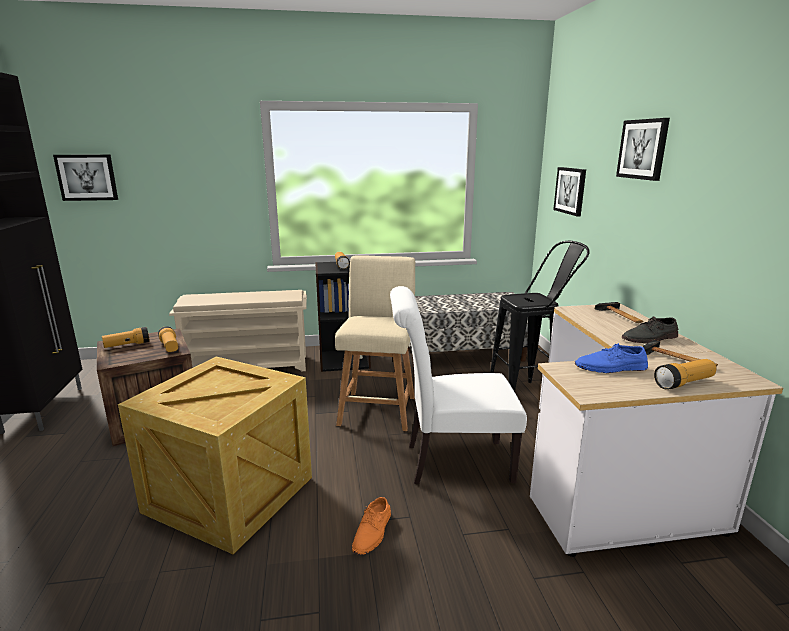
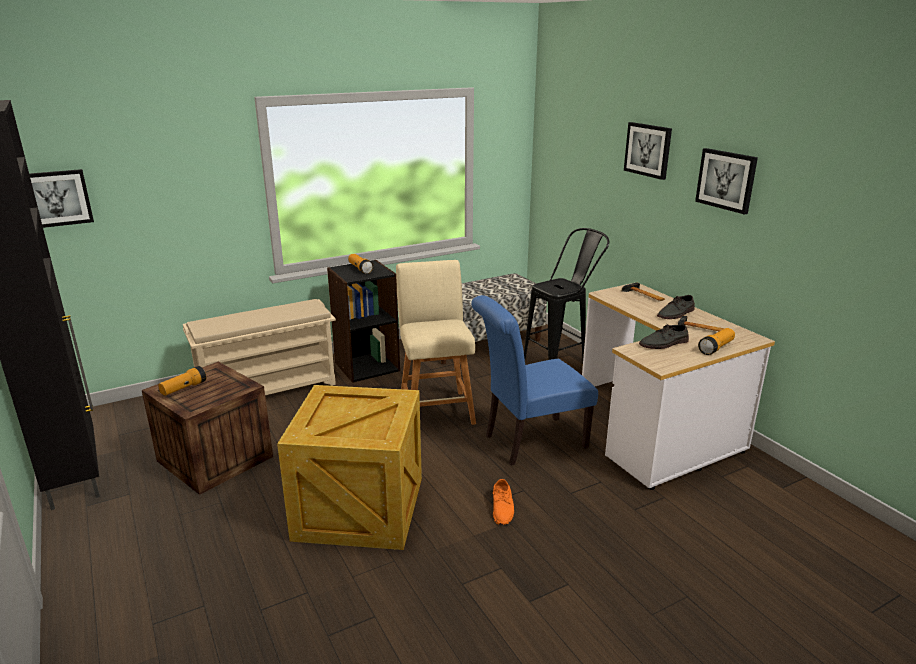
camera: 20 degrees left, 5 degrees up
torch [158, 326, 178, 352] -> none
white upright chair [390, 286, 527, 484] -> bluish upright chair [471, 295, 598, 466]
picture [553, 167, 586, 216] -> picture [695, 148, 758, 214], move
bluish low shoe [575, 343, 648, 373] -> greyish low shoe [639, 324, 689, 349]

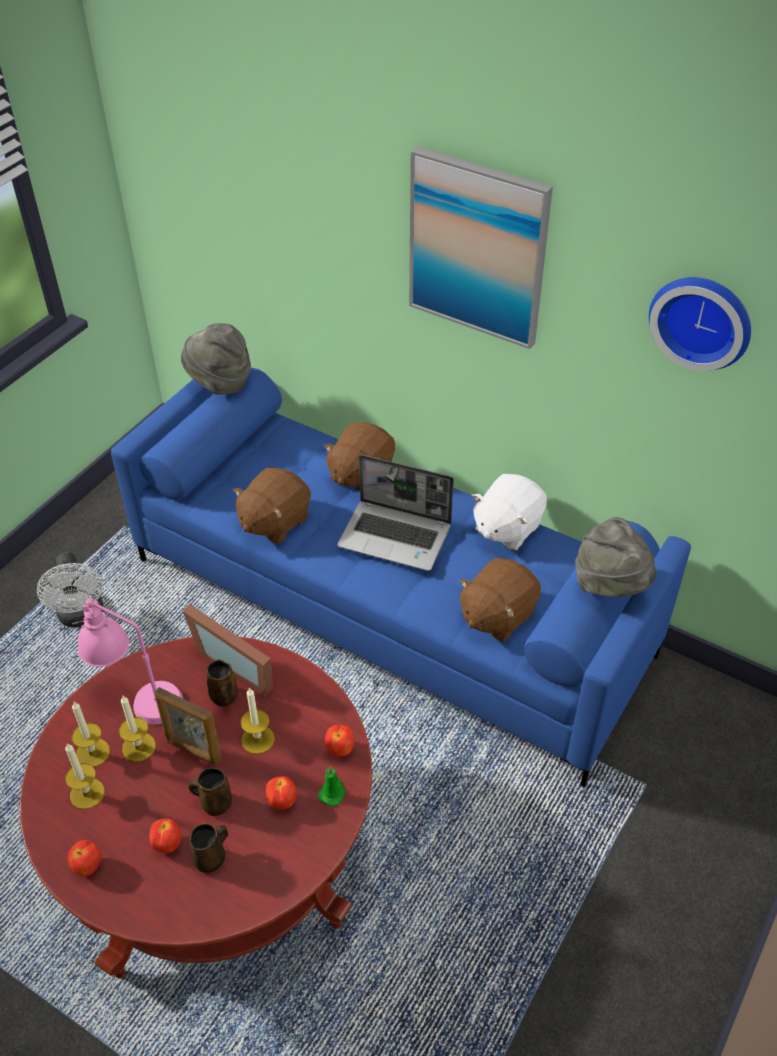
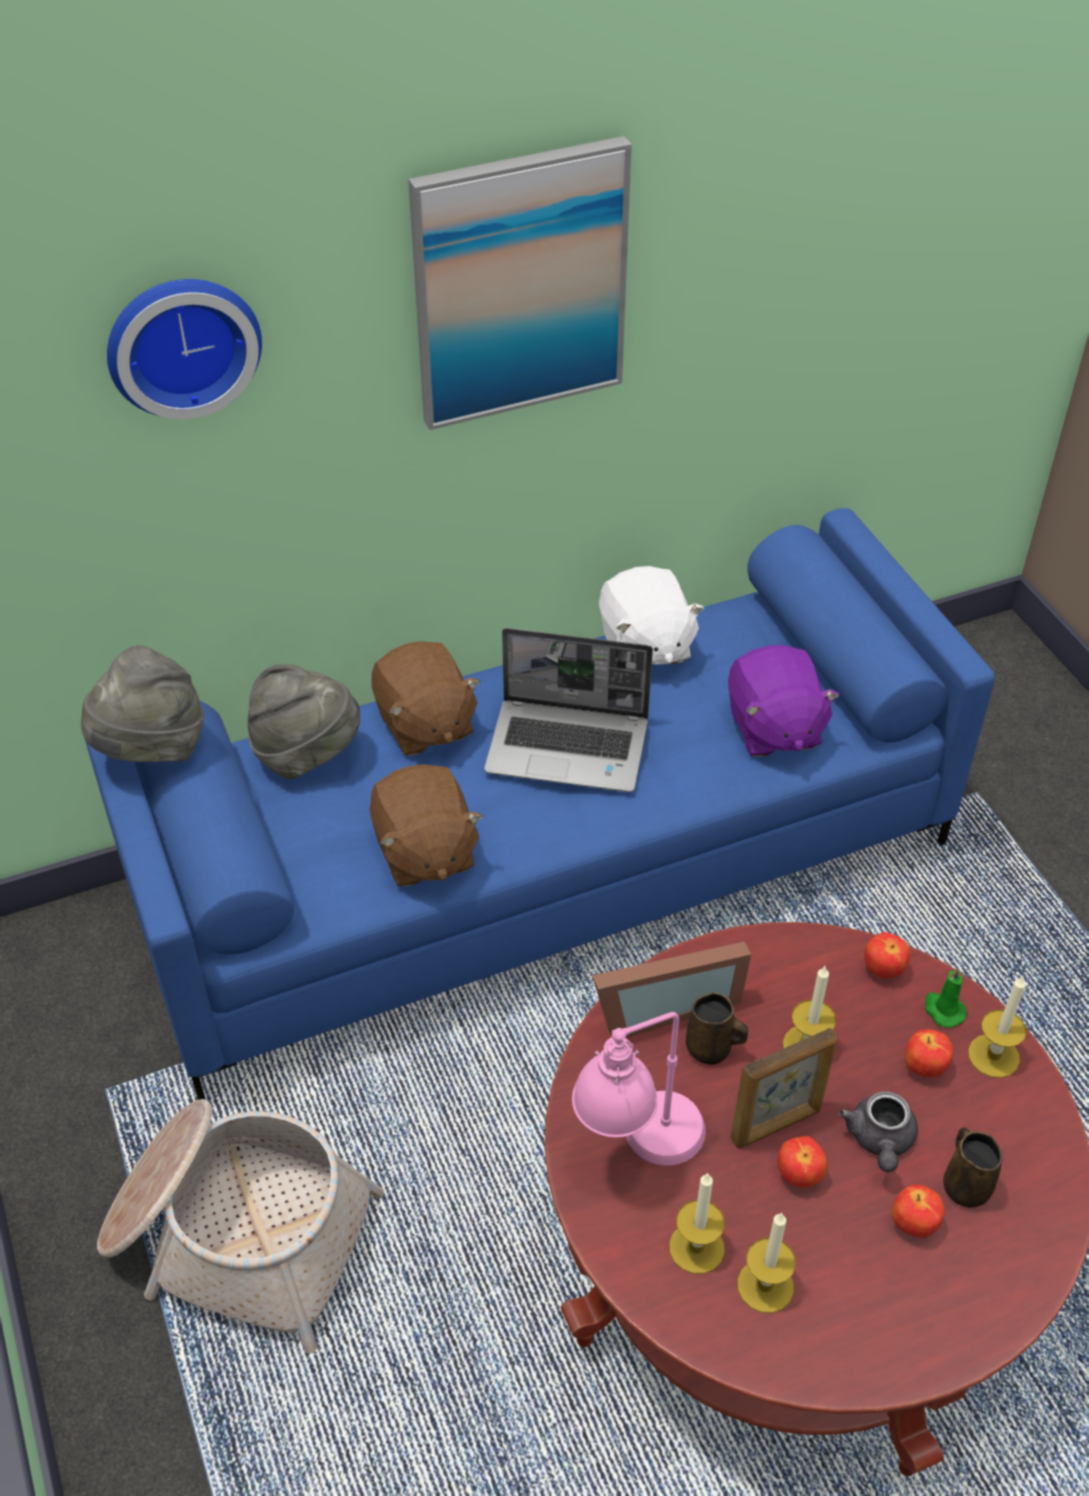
camera: 55 degrees left, 0 degrees up
white fan [37, 552, 103, 628] -> basket [97, 1099, 384, 1354]
whole apple [67, 840, 102, 876] -> whole apple [777, 1136, 827, 1188], move
candle [119, 696, 156, 762] -> candle [968, 976, 1027, 1078], move
brown coffee mug [188, 768, 232, 816] -> greyish teapot [839, 1091, 918, 1172]
portable computer [337, 455, 454, 571] -> portable computer [484, 628, 653, 792], 45 degrees clockwise
brown cuddly toy [459, 558, 541, 642] -> purple-coloured cuddly toy [728, 645, 840, 757]
greyish wearable hat [575, 517, 656, 597] -> greyish wearable hat [248, 664, 360, 780], move
clock on the wall [649, 277, 751, 371] -> clock on the wall [107, 279, 262, 419], move

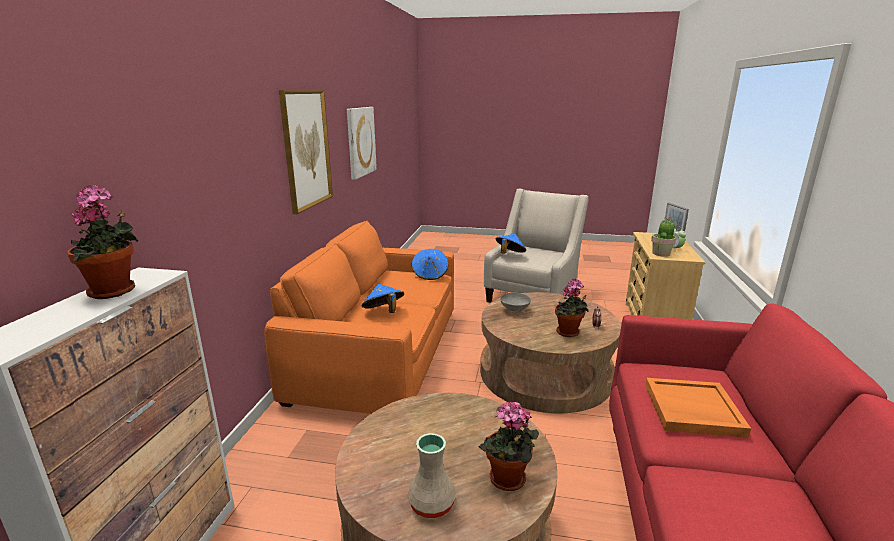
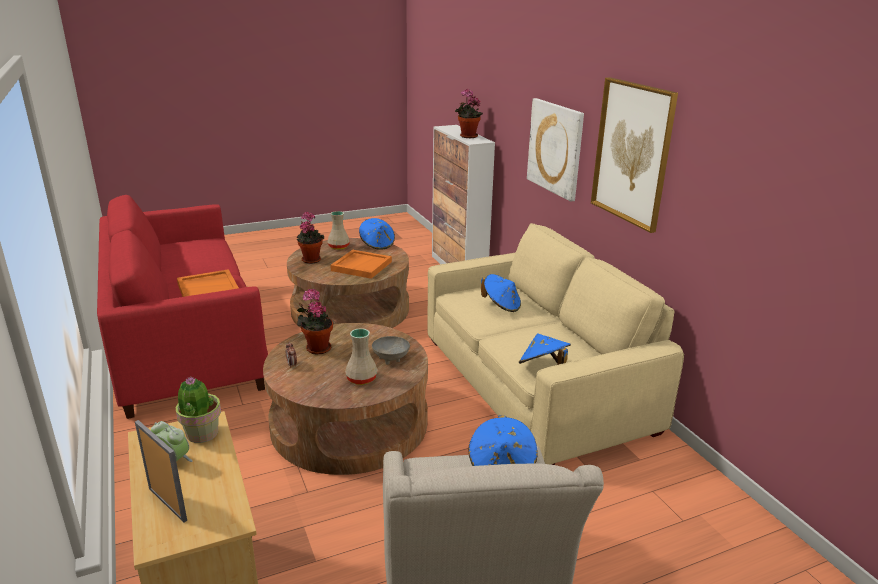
camera: 145 degrees right, 5 degrees up
orange-coloured sofa [264, 221, 454, 414] -> beige-coloured sofa [427, 223, 684, 465]
picture [347, 107, 377, 180] -> picture [527, 98, 584, 202], move
none -> orange-coloured tray [330, 250, 392, 279]
none -> beige-coloured flower vase [345, 328, 378, 385]
none -> bluish wearable hat [359, 218, 395, 250]

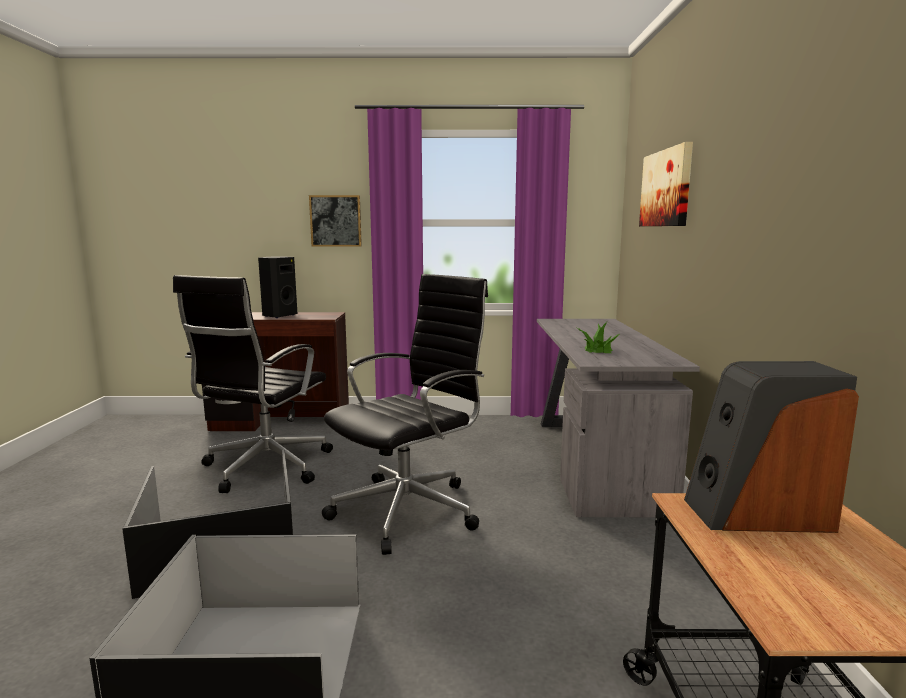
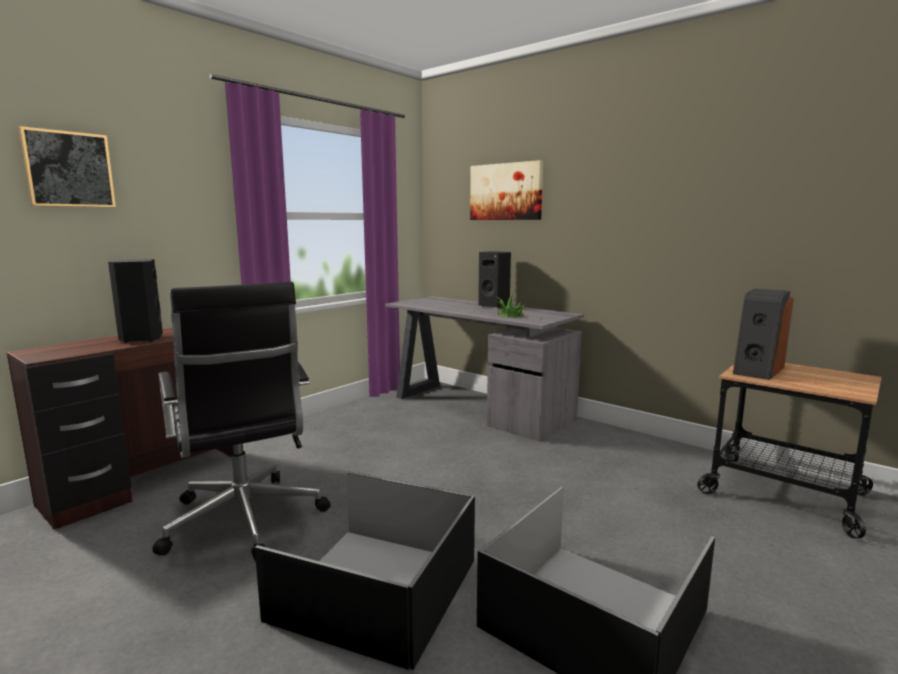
camera: 50 degrees left, 0 degrees up
picture [309, 195, 362, 247] -> picture [19, 126, 116, 207], move
black-coloured computer chair [322, 274, 488, 555] -> none
none -> black-coloured audio speaker [478, 251, 511, 308]

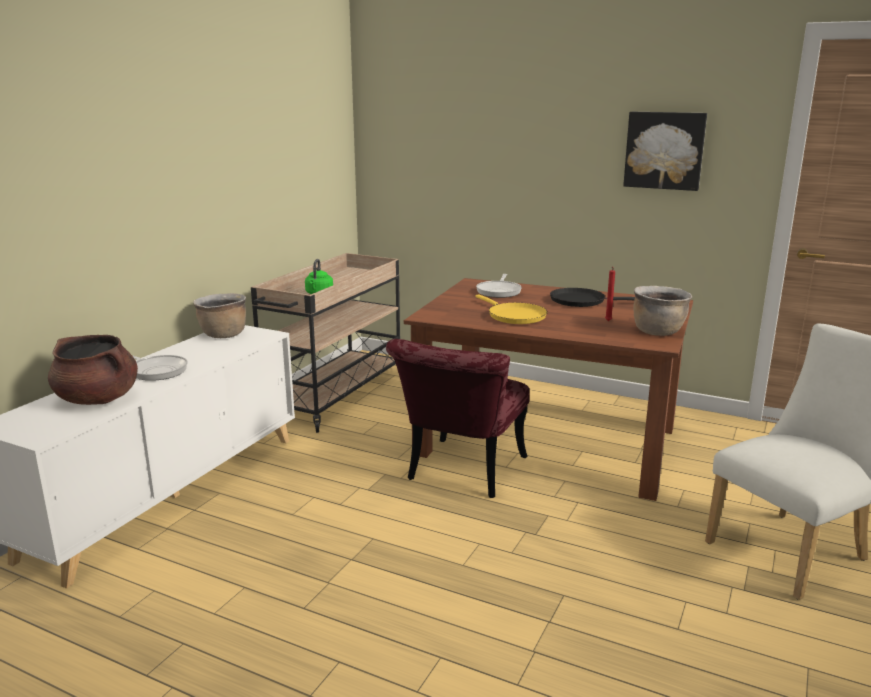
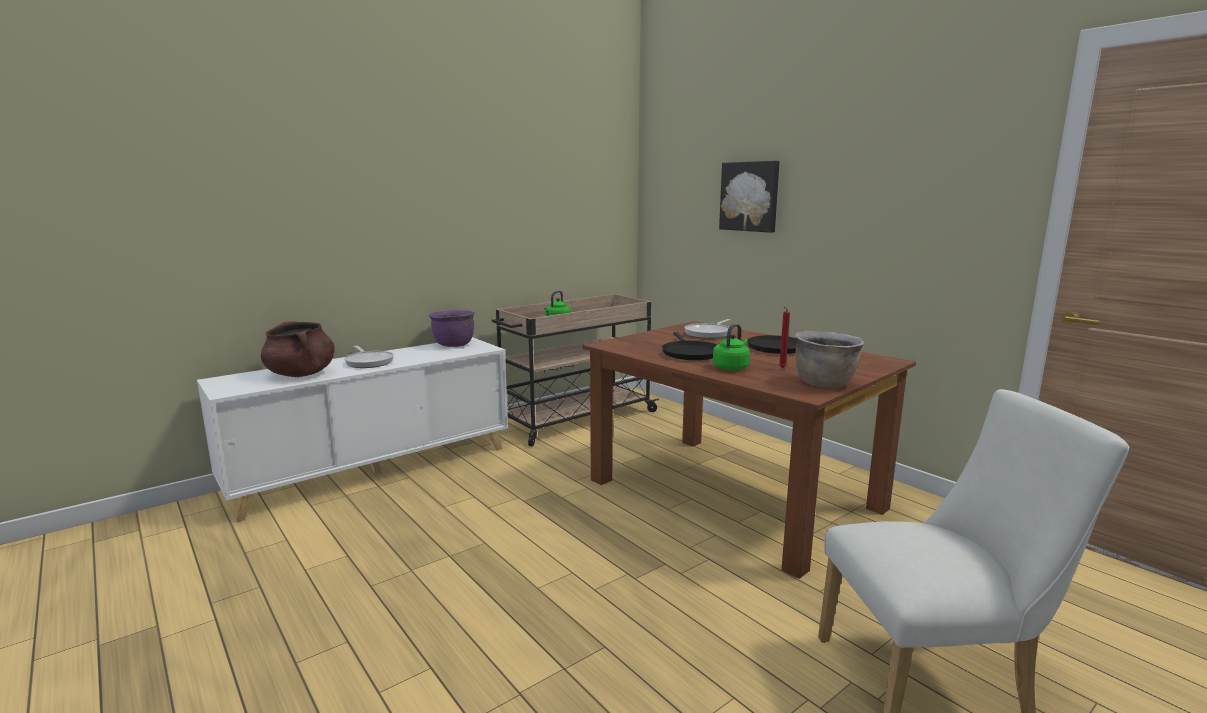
camera: 25 degrees right, 5 degrees down
brown cooking pot [193, 293, 246, 338] -> purple-coloured cooking pot [429, 310, 474, 347]
red-coloured upright chair [386, 339, 530, 498] -> none
yellow skillet [476, 295, 547, 324] -> black-coloured skillet [662, 332, 717, 360]
picture [623, 112, 707, 191] -> picture [719, 161, 779, 233], move
none -> green-coloured kettle [713, 324, 750, 371]

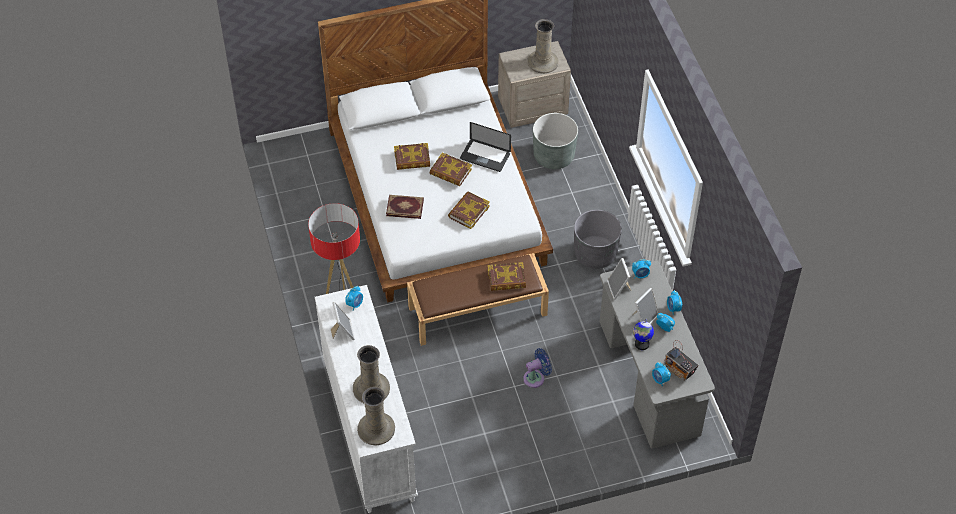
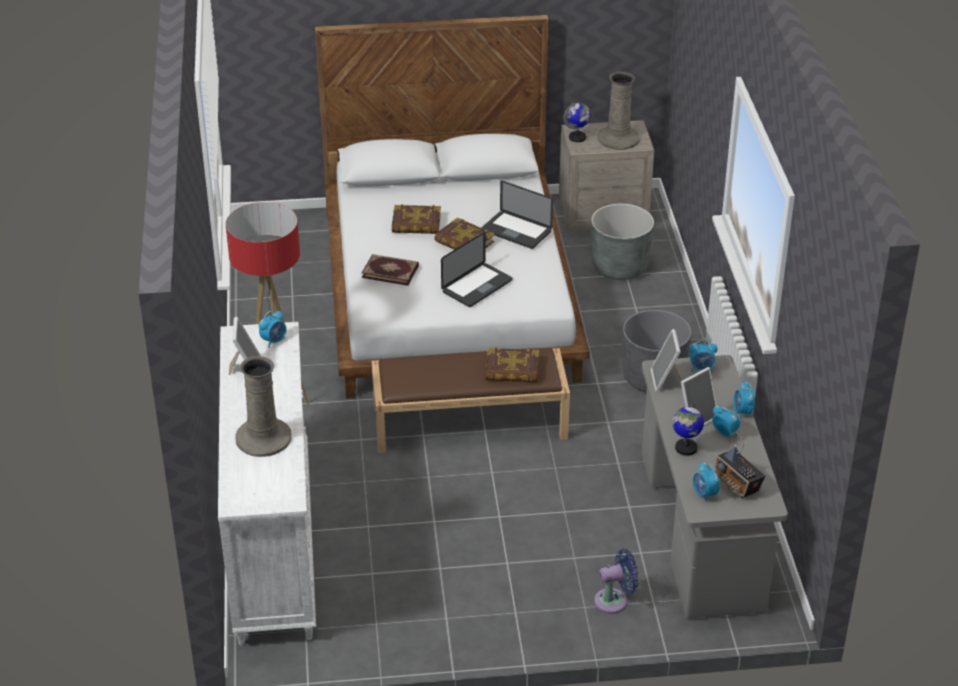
camera: 10 degrees right, 15 degrees down
beige-coloured flower vase [357, 387, 395, 445] -> none
book [448, 191, 490, 229] -> portable computer [441, 232, 512, 307]
bluish fan [523, 348, 552, 388] -> bluish fan [594, 549, 639, 614], move
none -> desk globe [564, 102, 591, 142]

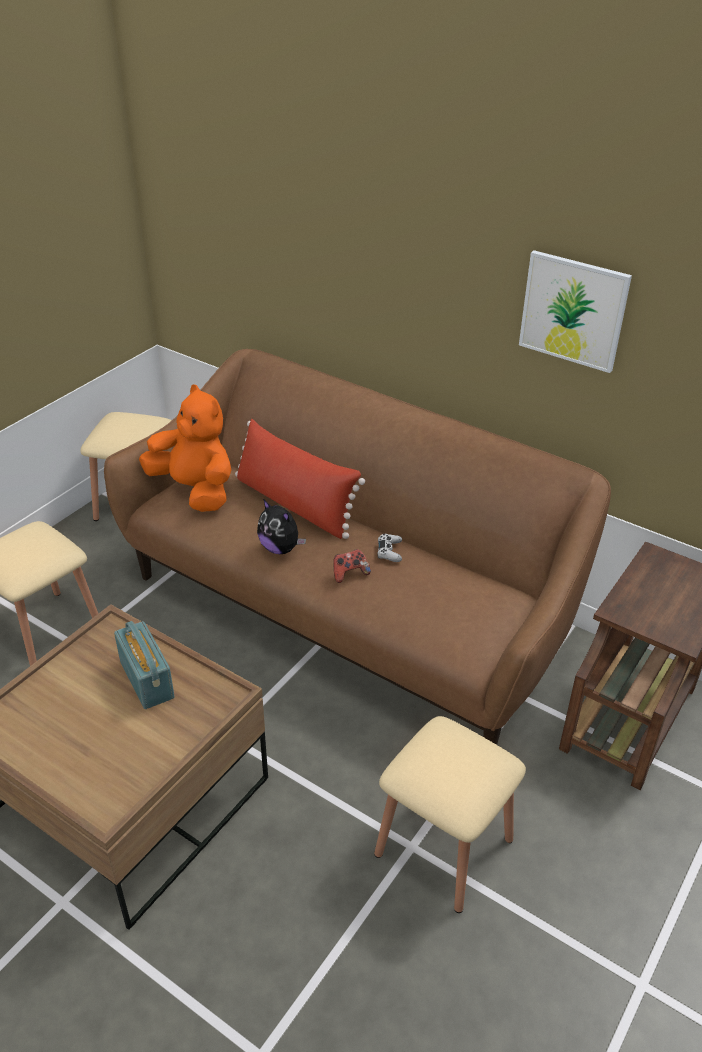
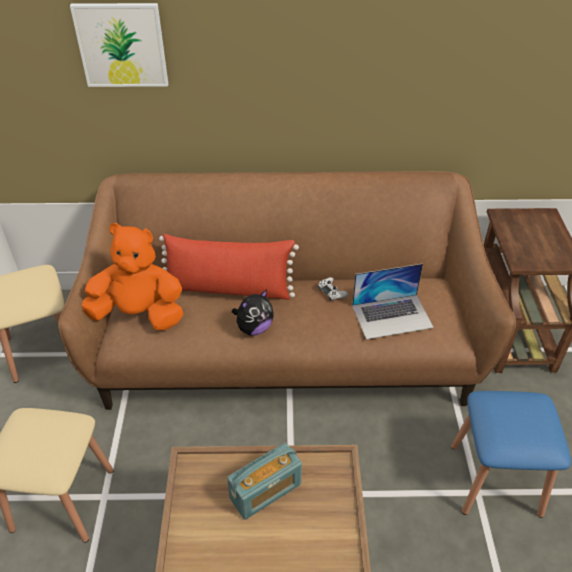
camera: 35 degrees left, 5 degrees up
radio [114, 621, 174, 709] -> radio [227, 442, 302, 520], 120 degrees clockwise
cuddly toy [257, 499, 306, 554] -> cuddly toy [232, 289, 273, 336], 45 degrees counterclockwise
joypad [333, 549, 371, 583] -> none
beige-coloured stool [374, 716, 526, 913] -> bluish stool [451, 391, 571, 518]
picture [519, 250, 632, 373] -> picture [70, 3, 168, 87], move
none -> portable computer [352, 264, 434, 340]

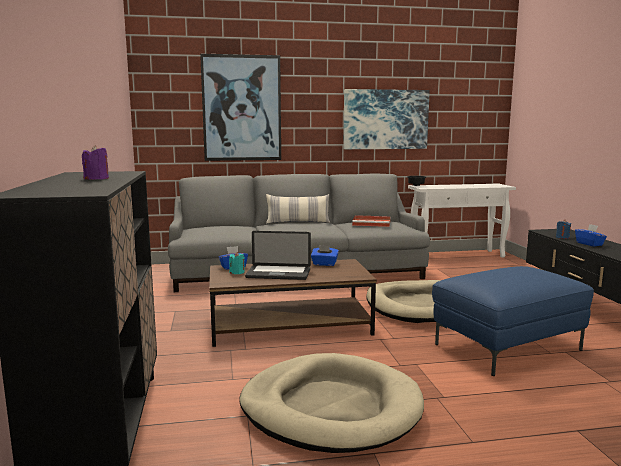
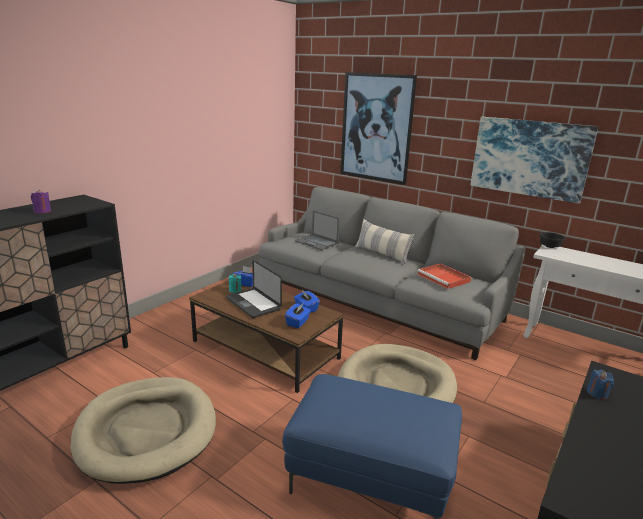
camera: 45 degrees right, 10 degrees up
bluish tissue holder [575, 224, 607, 246] -> bluish tissue holder [285, 303, 311, 328], move
none -> portable computer [295, 211, 340, 250]

